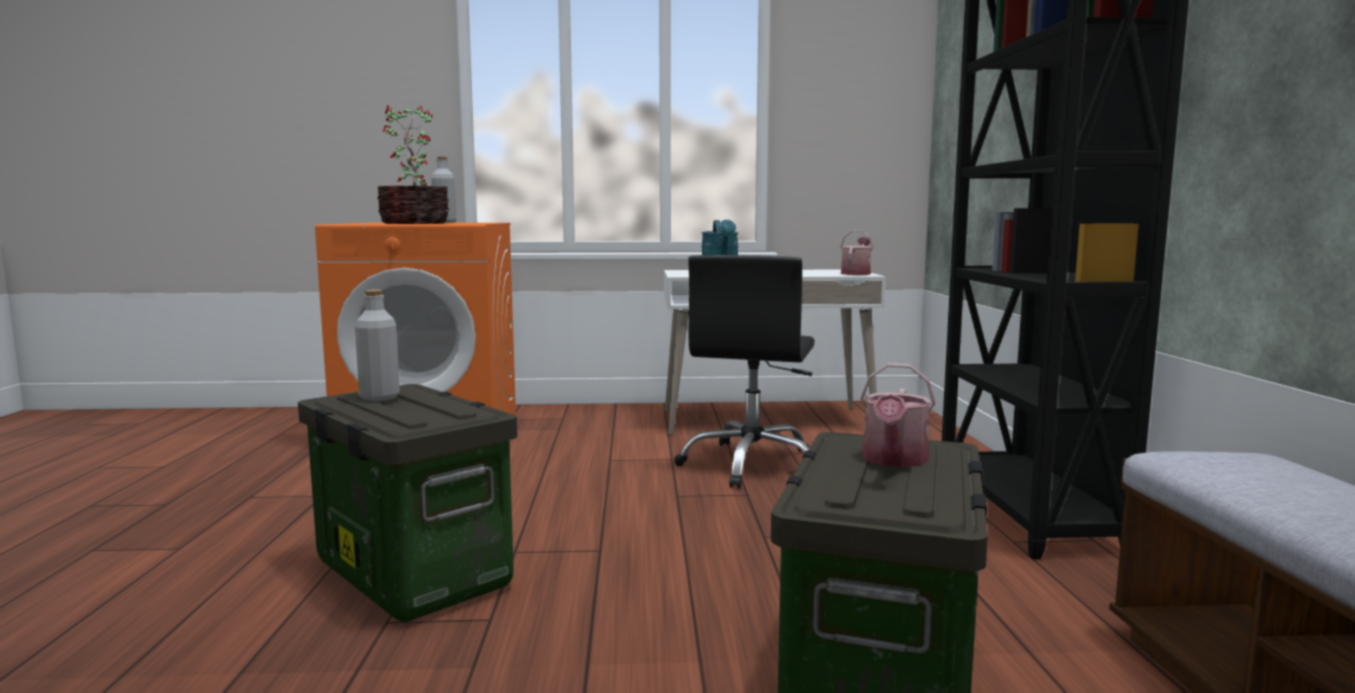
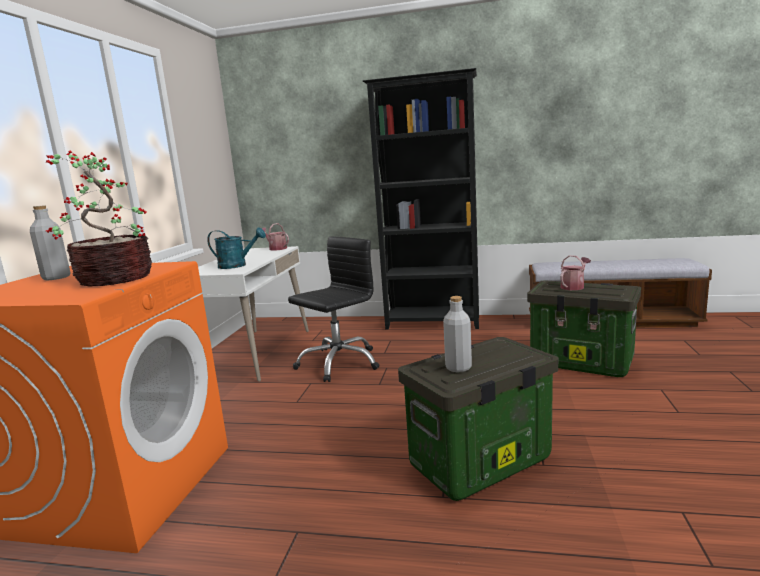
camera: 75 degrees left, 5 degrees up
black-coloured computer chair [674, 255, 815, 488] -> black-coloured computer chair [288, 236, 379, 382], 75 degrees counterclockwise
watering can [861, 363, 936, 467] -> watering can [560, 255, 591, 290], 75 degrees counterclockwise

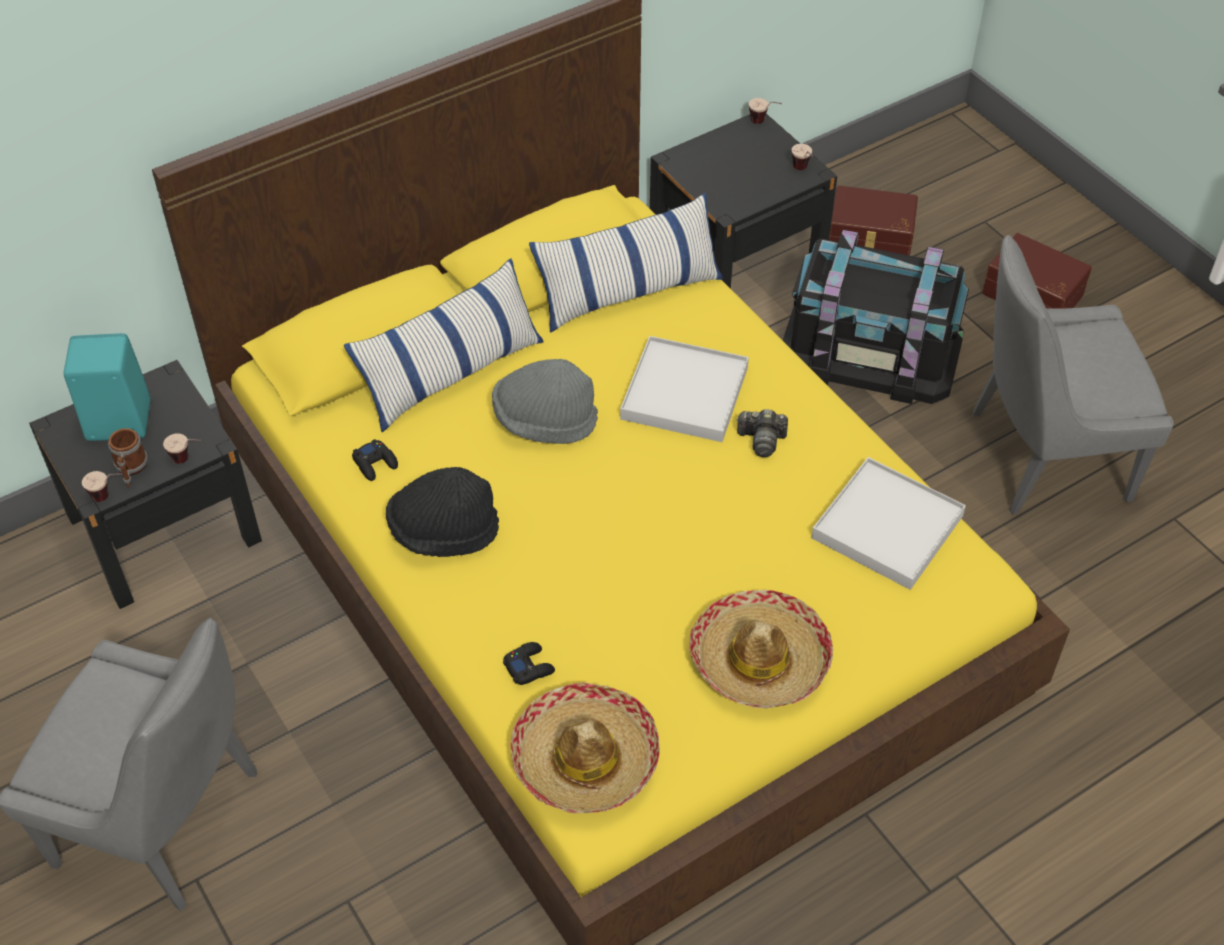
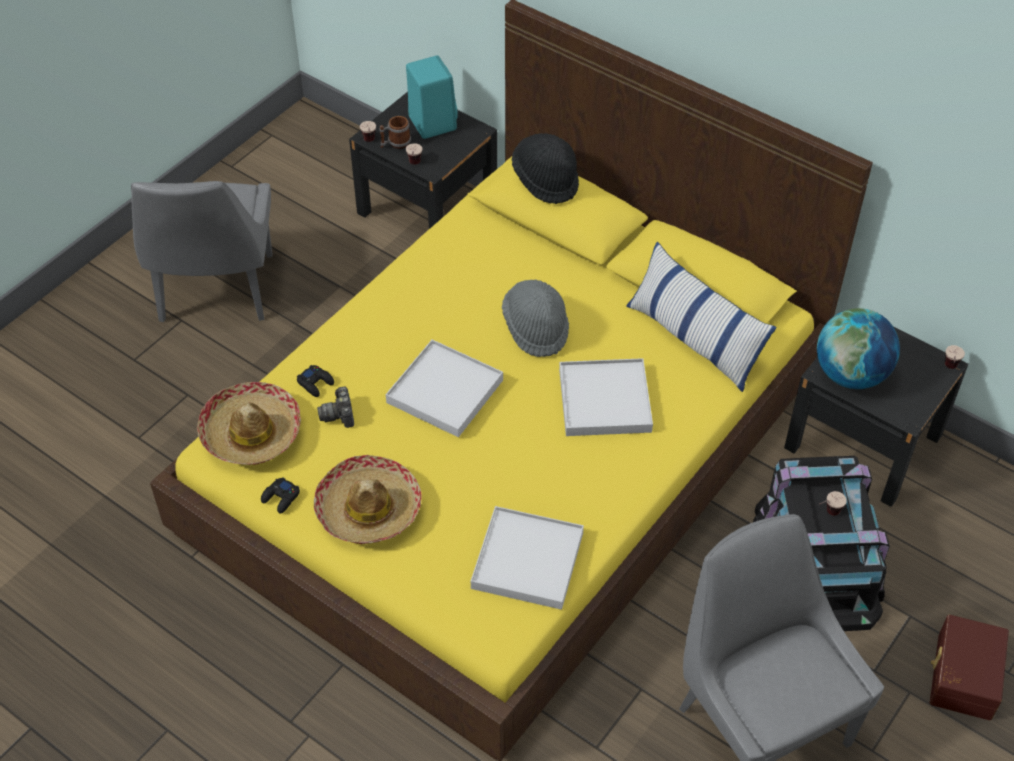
camera: 70 degrees right, 0 degrees up
throw pillow [344, 258, 544, 432] -> none
black-coloured joypad [352, 439, 398, 481] -> black-coloured joypad [261, 477, 300, 514], move
black-coloured wearable hat [386, 467, 499, 557] -> black-coloured wearable hat [512, 133, 579, 204], move
still camera [736, 409, 788, 457] -> still camera [317, 386, 354, 428], move
small cup [792, 144, 813, 170] -> small cup [819, 491, 847, 516], move
brown storage bin [829, 186, 918, 256] -> none
none -> white tray [386, 339, 503, 437]
none -> desk globe [817, 308, 900, 389]

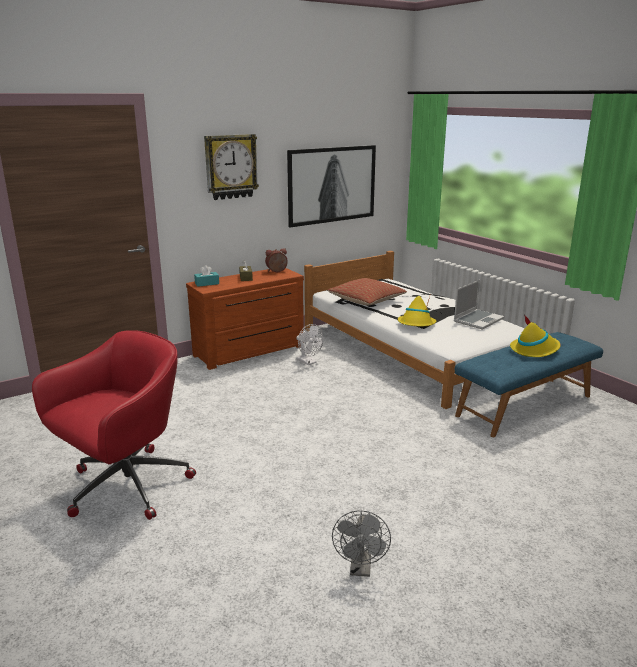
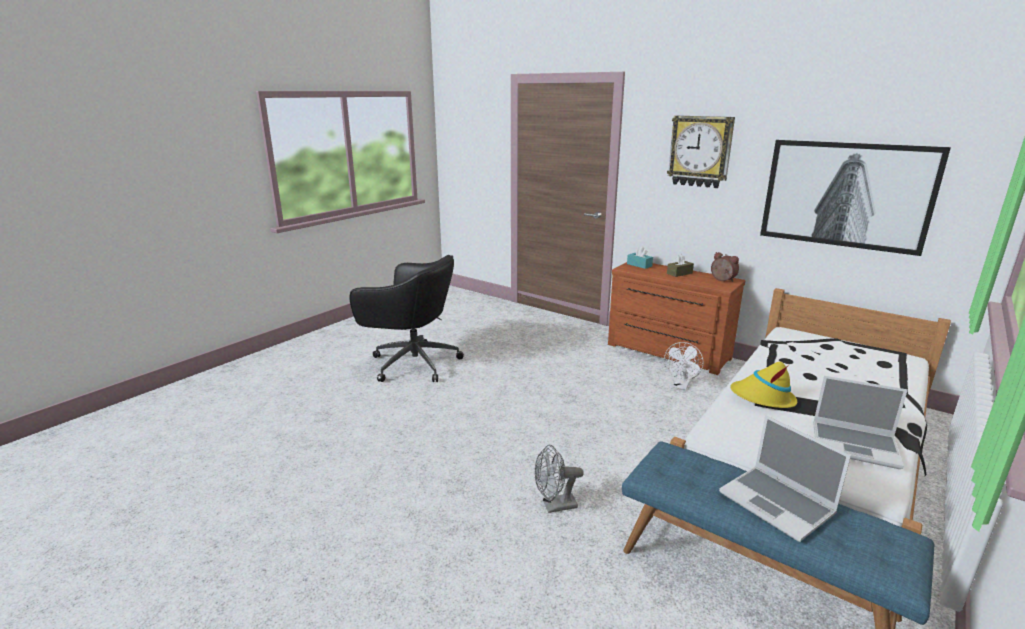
camera: 70 degrees right, 0 degrees up
red-coloured computer chair [32, 330, 196, 520] -> black-coloured computer chair [349, 255, 464, 382]
throw pillow [327, 278, 407, 305] -> none
greyish fan [332, 510, 391, 577] -> greyish fan [535, 444, 584, 513], move
yellow wearable hat [510, 315, 561, 357] -> portable computer [719, 415, 851, 542]

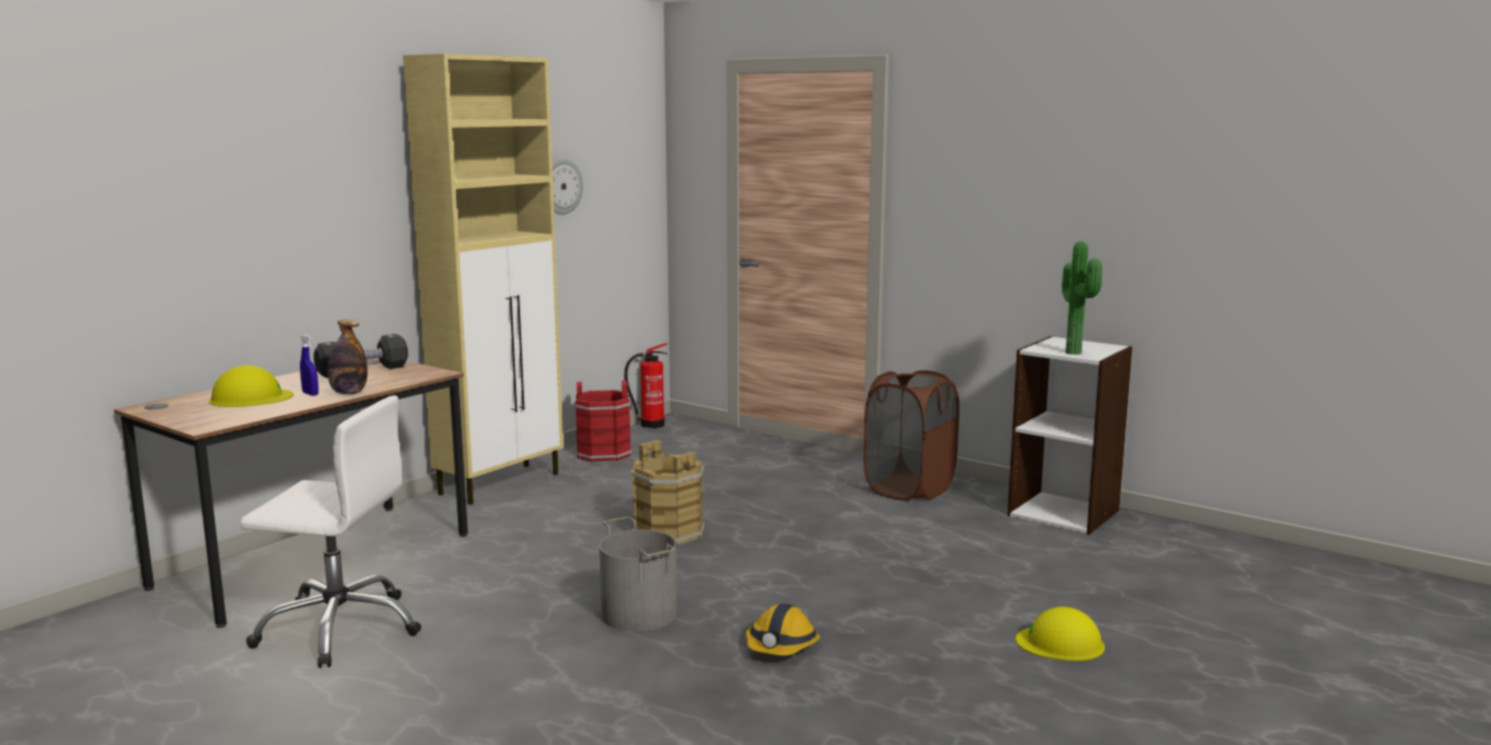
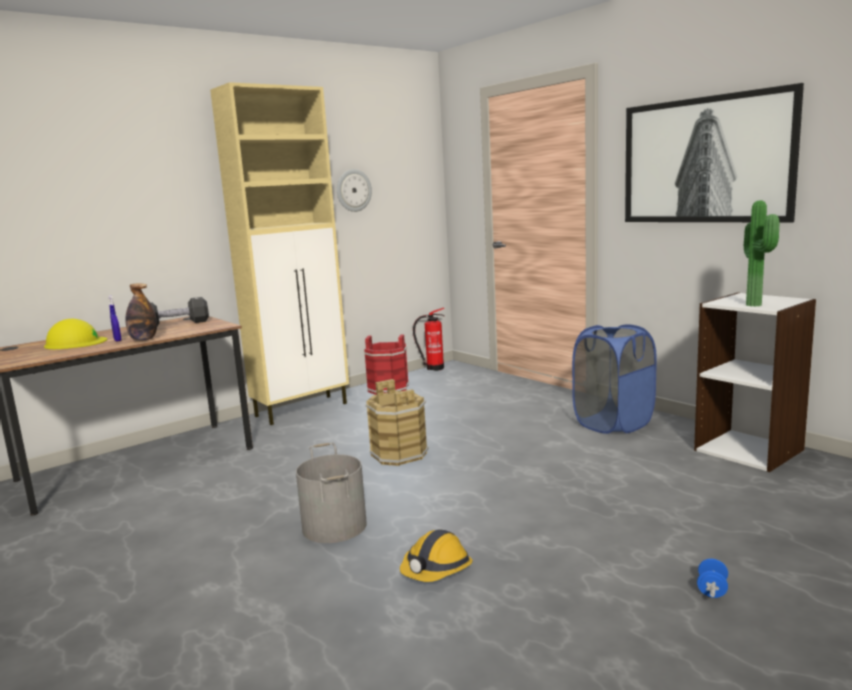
camera: 15 degrees right, 0 degrees up
white computer chair [240, 396, 421, 668] -> none
brown washing basket [864, 370, 959, 501] -> bluish washing basket [572, 324, 657, 434]
yellow work helmet [1016, 607, 1105, 661] -> bluish dumbbell [697, 559, 728, 598]
none -> picture [625, 83, 804, 223]

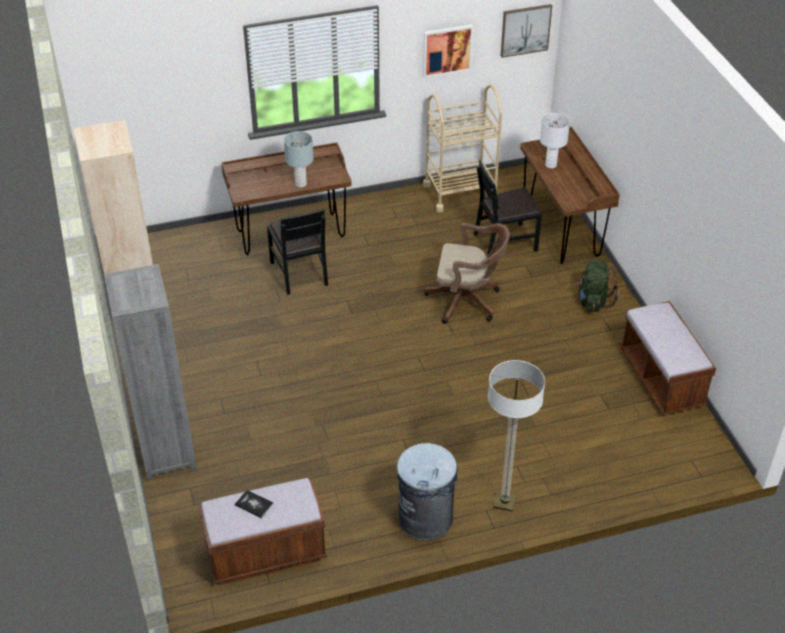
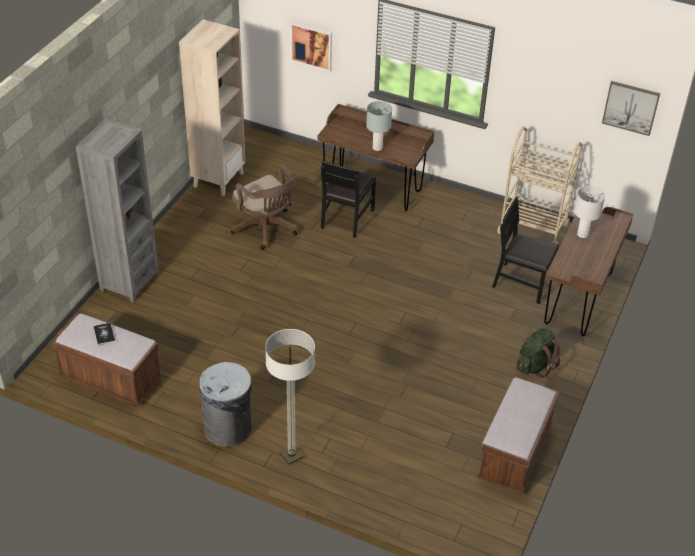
camera: 40 degrees right, 0 degrees up
picture [423, 25, 474, 78] -> picture [290, 22, 332, 72], move
brown computer chair [424, 223, 510, 324] -> brown computer chair [231, 163, 298, 250], move

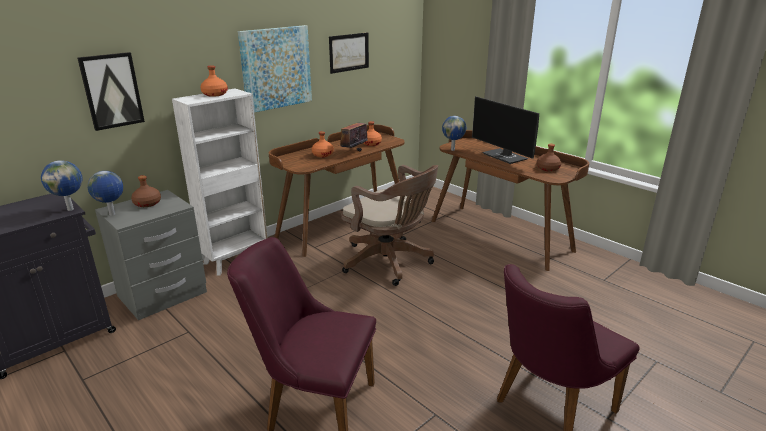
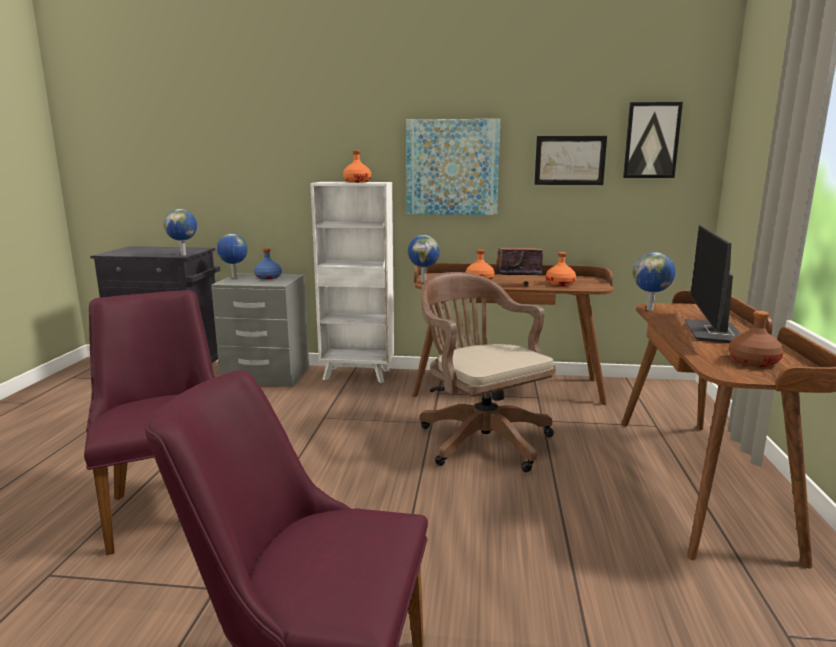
camera: 50 degrees right, 10 degrees down
picture [77, 52, 145, 131] -> picture [623, 102, 683, 178], move
brown drink bottle [131, 175, 161, 207] -> bluish drink bottle [254, 248, 282, 280]
brown computer chair [341, 165, 438, 286] -> brown computer chair [419, 272, 556, 472], 150 degrees clockwise
none -> desk globe [408, 235, 440, 283]

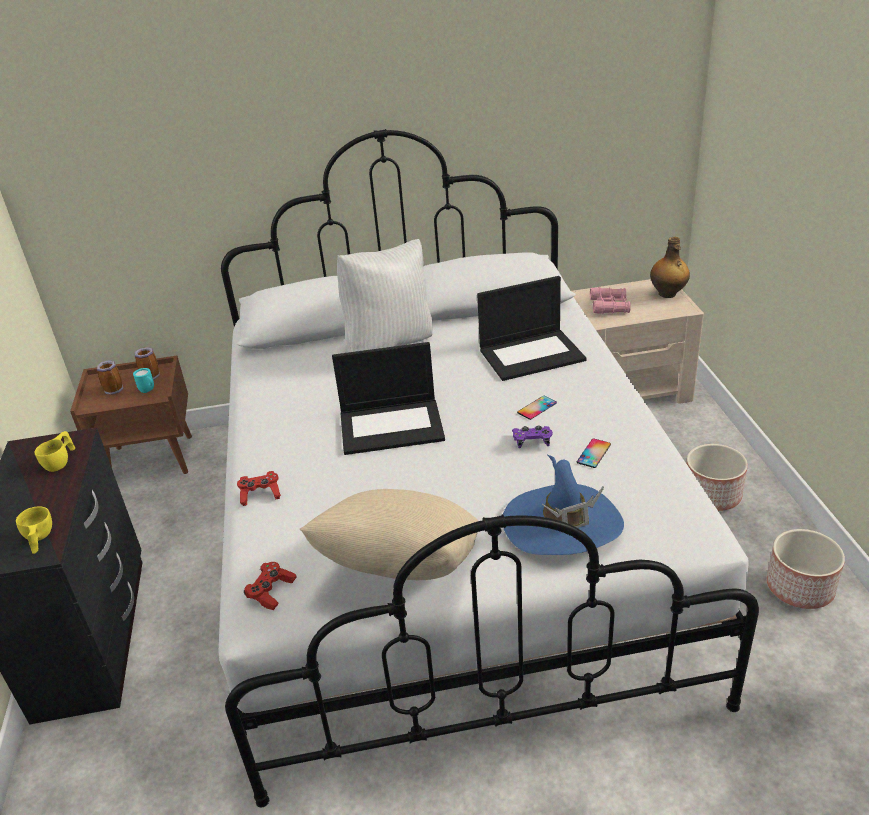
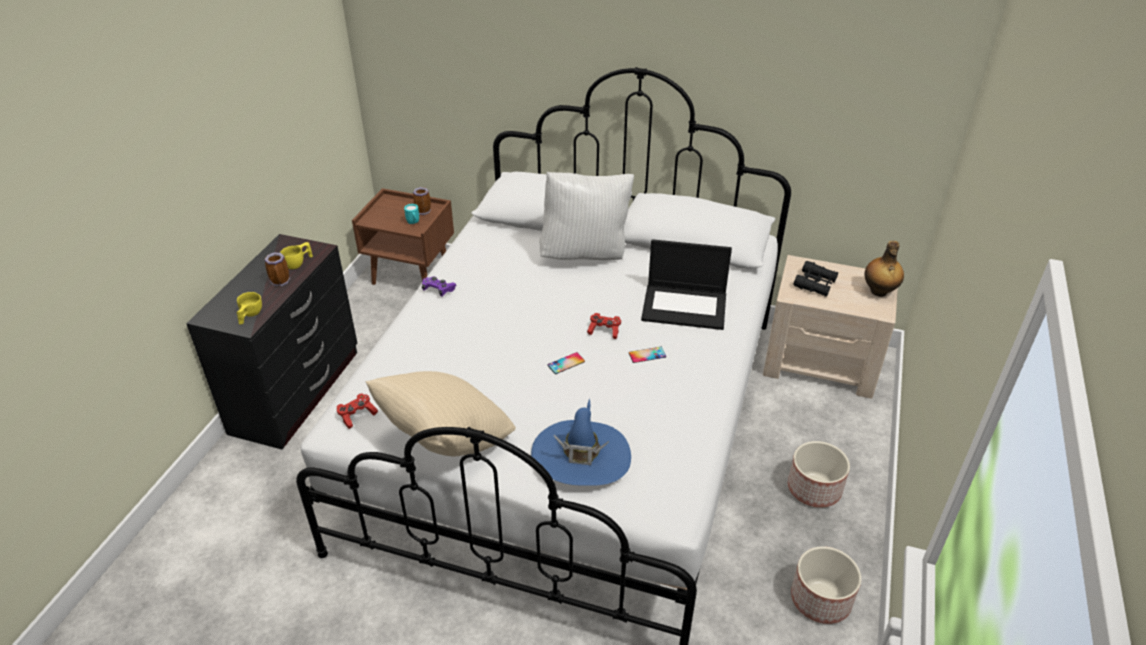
camera: 25 degrees right, 5 degrees up
coffee mug [96, 360, 123, 395] -> coffee mug [264, 253, 290, 287], move
red-coloured joypad [237, 471, 281, 506] -> red-coloured joypad [587, 313, 621, 339], move
portable computer [332, 342, 445, 455] -> none
purple-coloured joypad [512, 426, 553, 448] -> purple-coloured joypad [422, 276, 457, 297], move
phone [577, 438, 611, 468] -> phone [547, 352, 585, 374], move
pinkish pair of binoculars [590, 287, 631, 314] -> black-coloured pair of binoculars [793, 261, 838, 297]

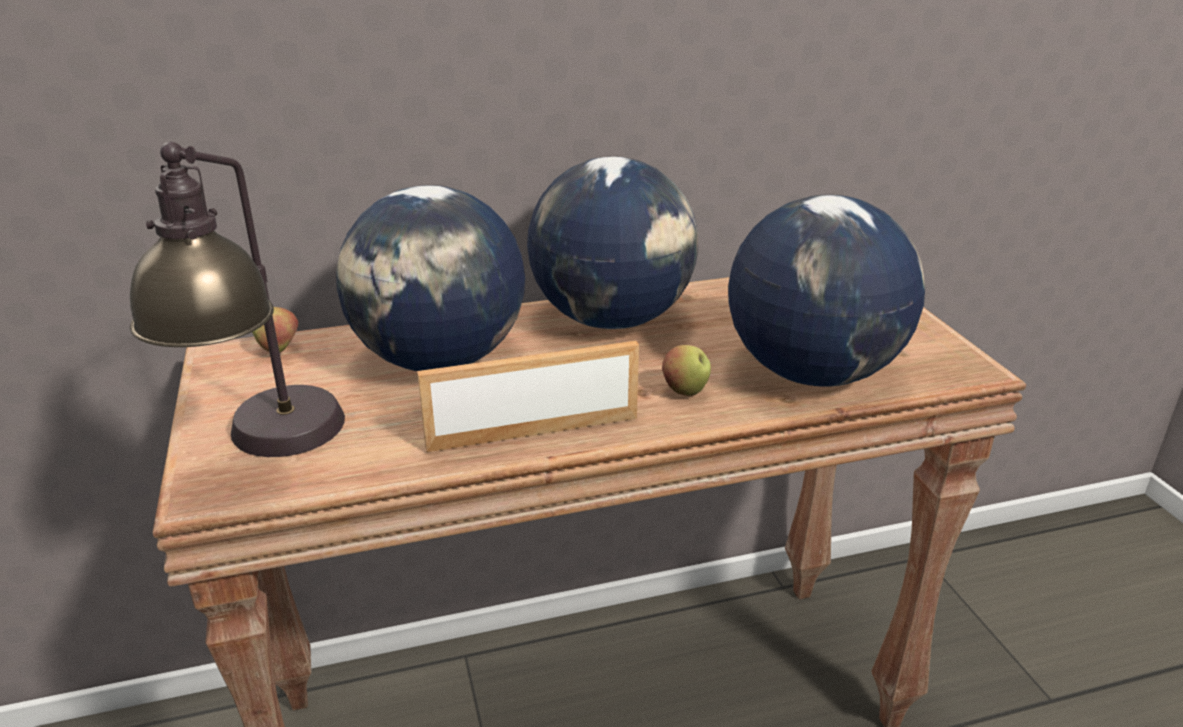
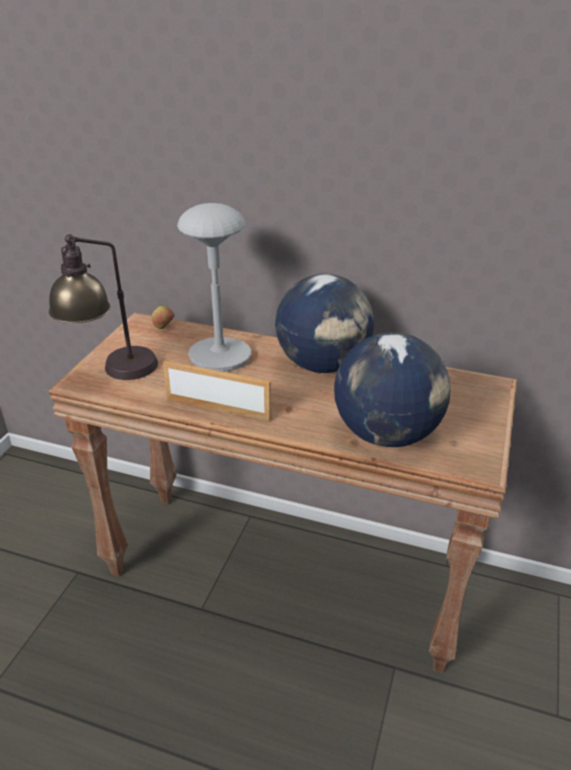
camera: 35 degrees right, 5 degrees up
desk globe [336, 185, 525, 371] -> greyish table lamp [177, 203, 251, 372]
whole apple [662, 345, 711, 396] -> none

